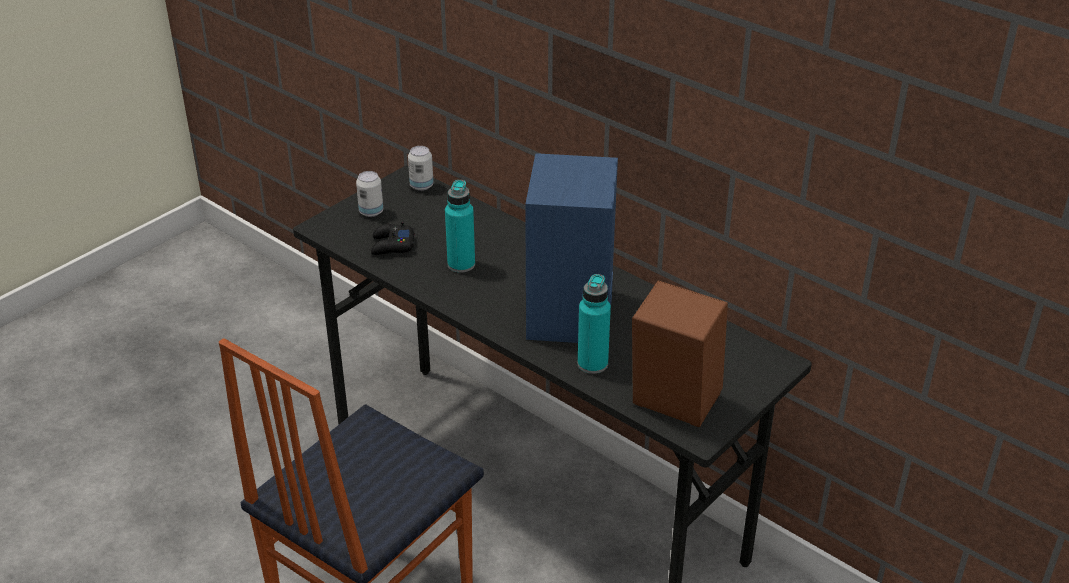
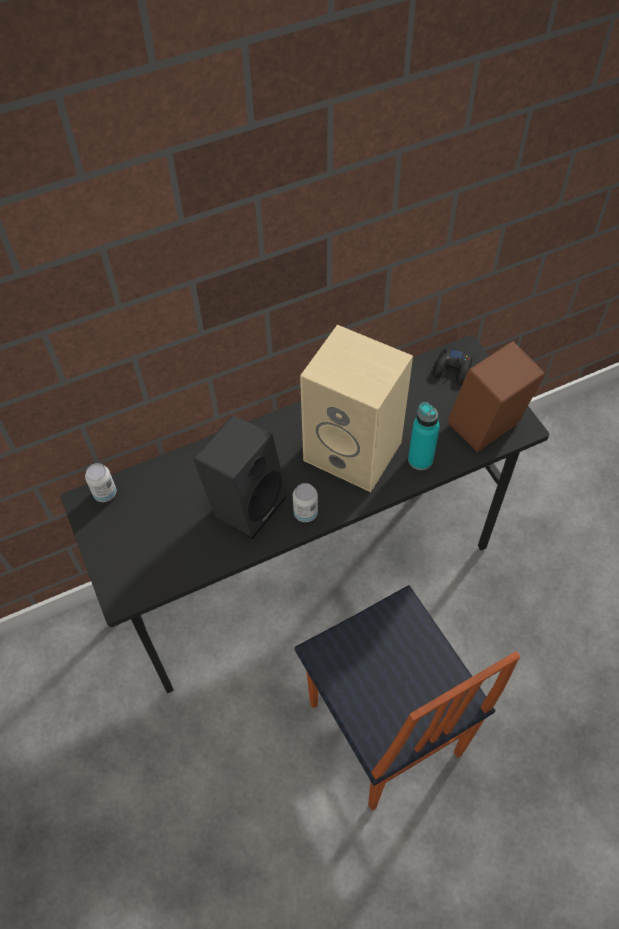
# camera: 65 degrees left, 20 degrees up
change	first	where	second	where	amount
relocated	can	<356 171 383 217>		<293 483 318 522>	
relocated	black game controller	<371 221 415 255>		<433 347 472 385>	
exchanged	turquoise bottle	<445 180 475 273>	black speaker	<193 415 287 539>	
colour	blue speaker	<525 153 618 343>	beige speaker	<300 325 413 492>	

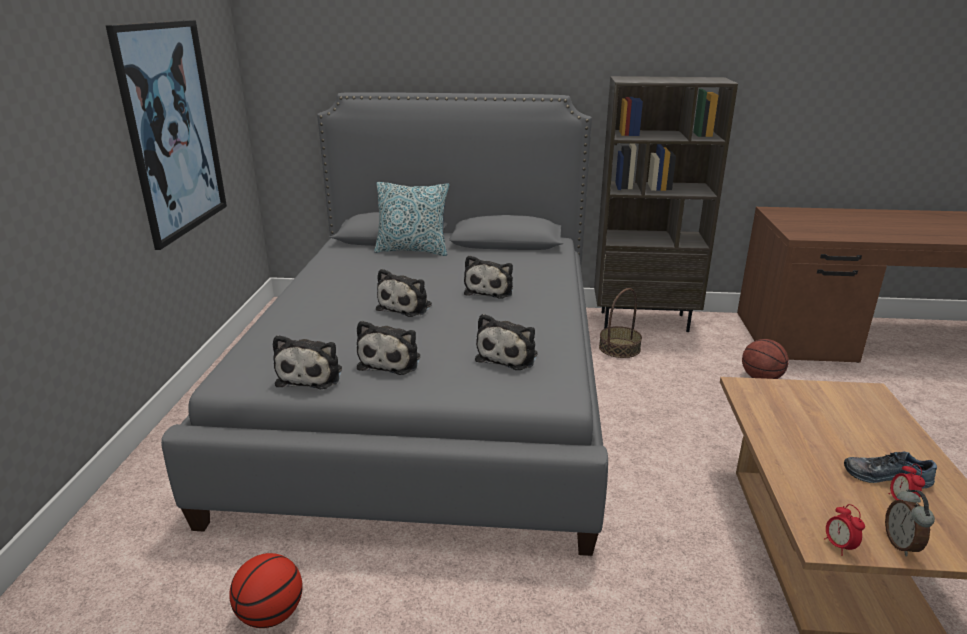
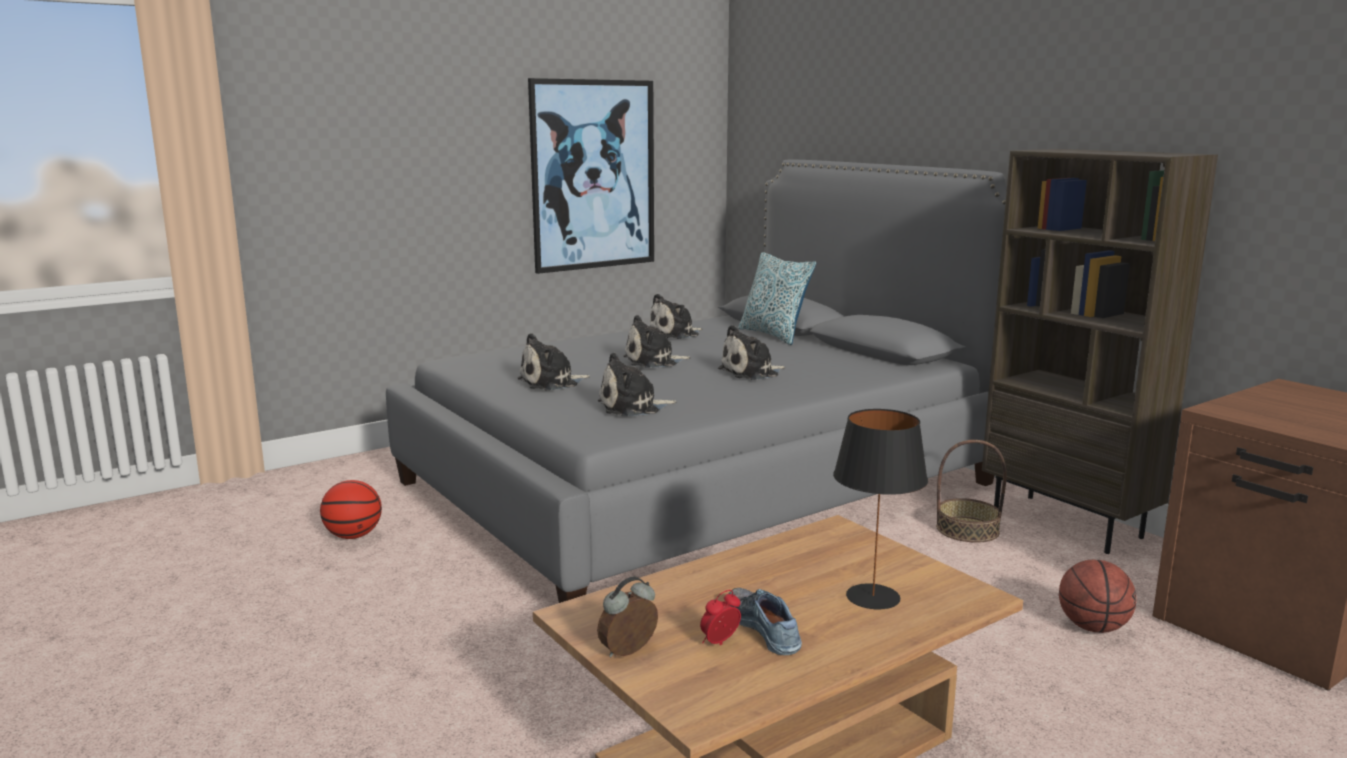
# camera: 50 degrees right, 10 degrees down
change	first	where	second	where	amount
missing	alarm clock	<824 504 865 556>			
appeared			black table lamp	<833 409 928 609>	
relocated	plush toy	<273 335 342 389>		<650 294 702 339>	

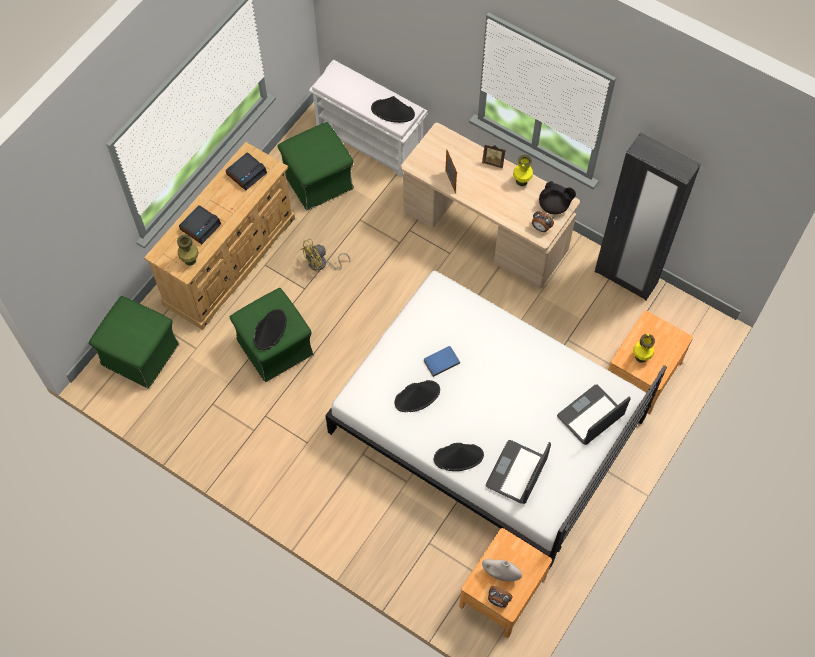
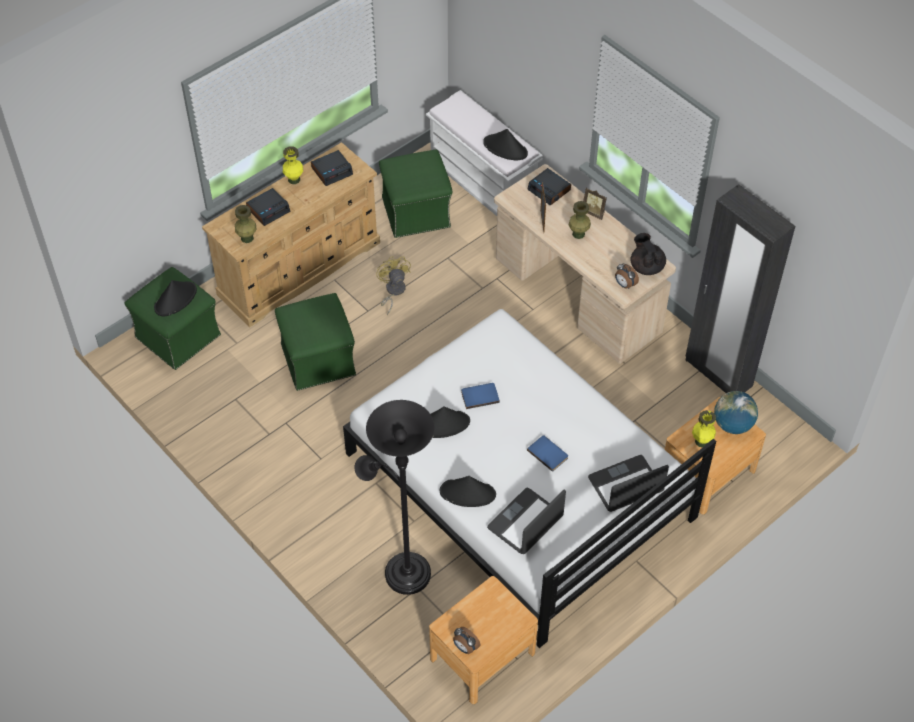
# camera: 15 degrees right, 10 degrees down
change	first	where	second	where	amount
missing	white vase	<482 559 522 581>			
appeared			black floor lamp	<355 400 435 595>	
appeared			alarm clock	<527 168 571 206>	
appeared			blue book	<527 435 568 472>	
appeared			green vase	<568 201 591 239>	
appeared			globe	<714 391 758 434>	
relocated	black hat	<253 309 287 350>		<154 280 197 316>	
relocated	yellow vase	<513 155 533 186>		<283 146 303 184>	
spun	yellow fan	<301 239 350 271>		<376 256 411 315>	90 degrees clockwise
spun	black teapot	<539 181 576 214>		<630 233 666 275>	150 degrees counterclockwise

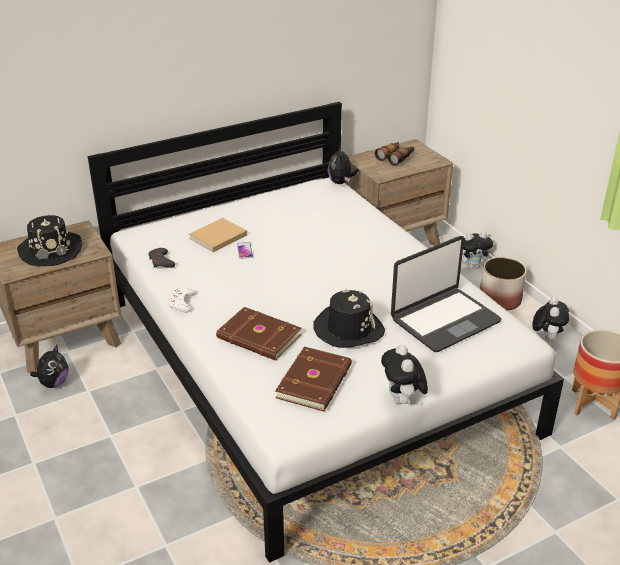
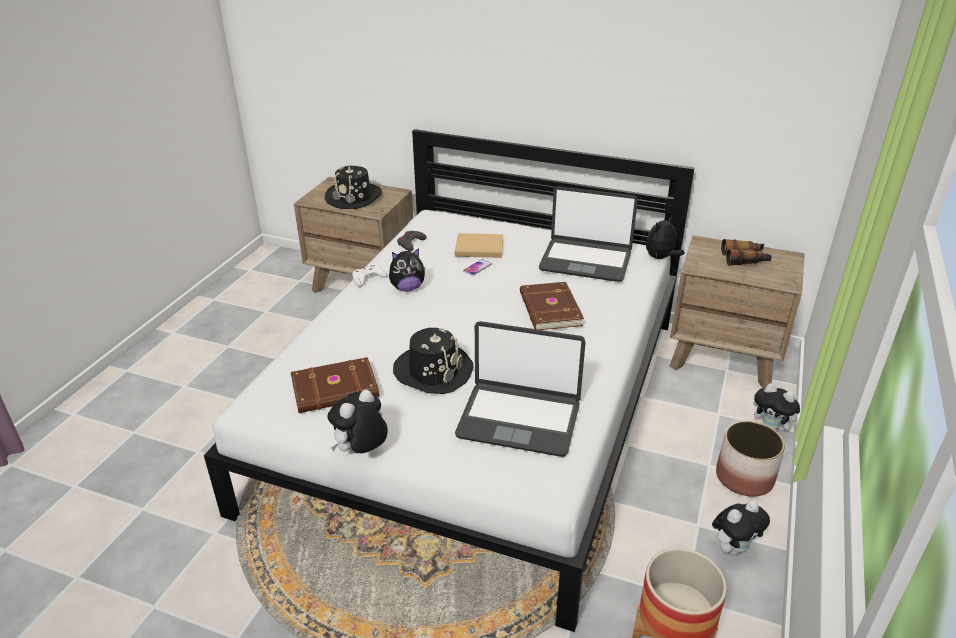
# camera: 50 degrees right, 0 degrees up
change	first	where	second	where	amount
appeared			laptop	<539 186 638 282>	
relocated	plush toy	<30 345 68 388>		<389 248 425 292>	
relocated	brown book	<216 307 301 361>		<520 282 584 330>	

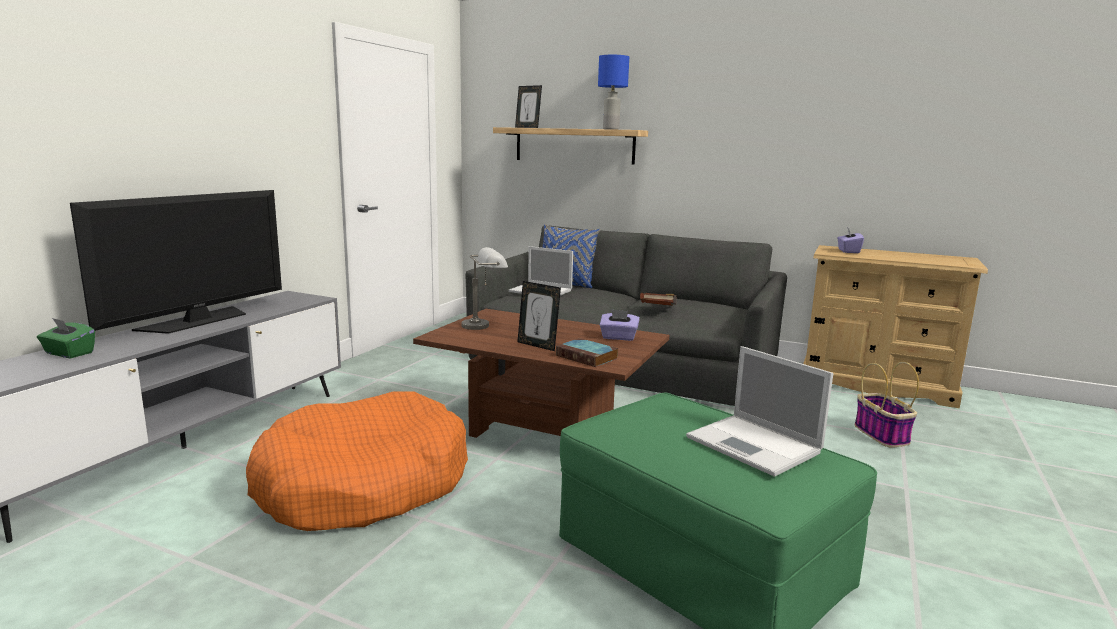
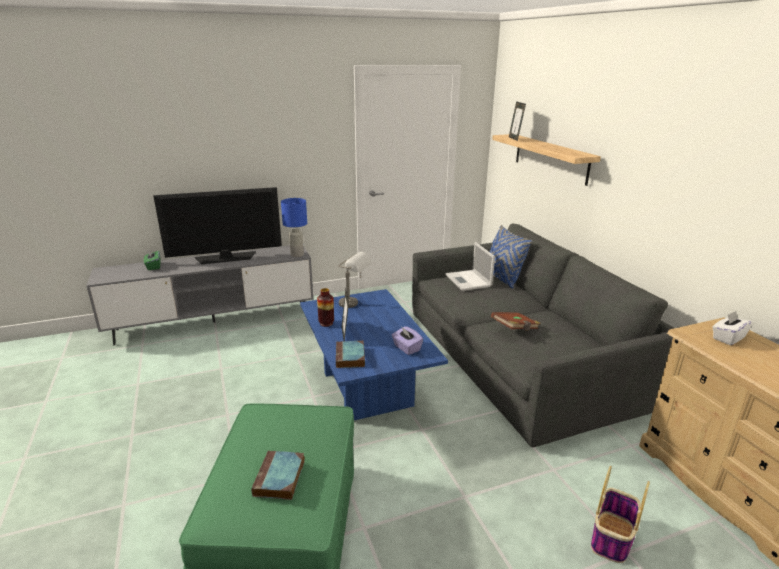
# camera: 45 degrees right, 10 degrees up
change	first	where	second	where	amount
missing	orange dog bed	<246 392 468 531>			
appeared			vase	<317 288 334 327>	
relocated	blue table lamp	<598 55 629 130>		<281 198 307 257>	
exchanged	laptop	<686 346 833 477>	book	<251 450 305 500>	
colour	brown coffee table	<413 309 669 438>	blue coffee table	<300 289 448 420>	
colour	purple tissue box	<837 227 864 253>	white tissue box	<712 311 753 345>	

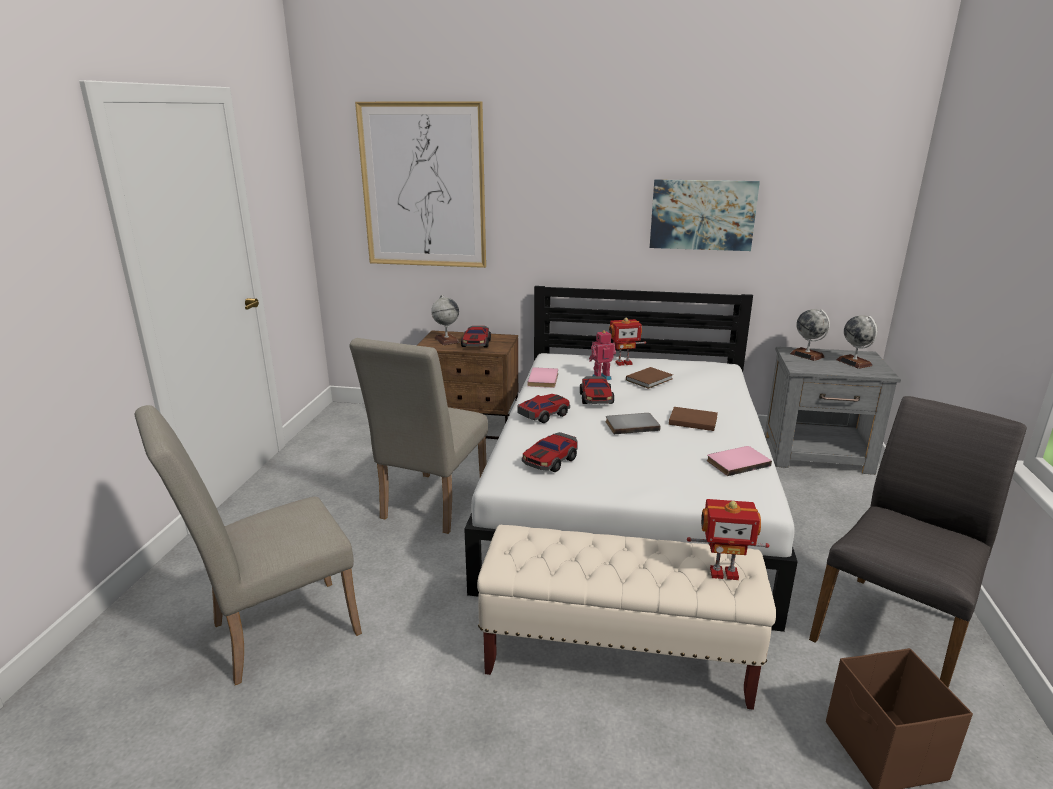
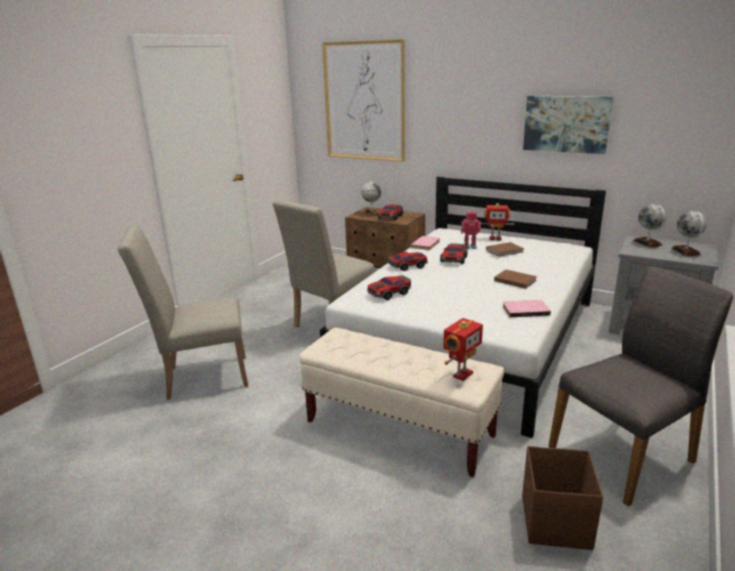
# camera: 20 degrees right, 0 degrees up
change	first	where	second	where	amount
missing	grey book	<606 413 661 434>			
spun	toy robot	<687 499 769 580>		<443 318 483 381>	75 degrees counterclockwise

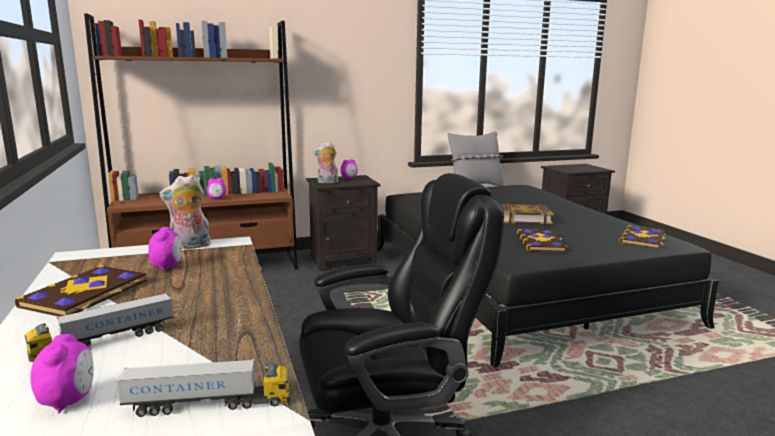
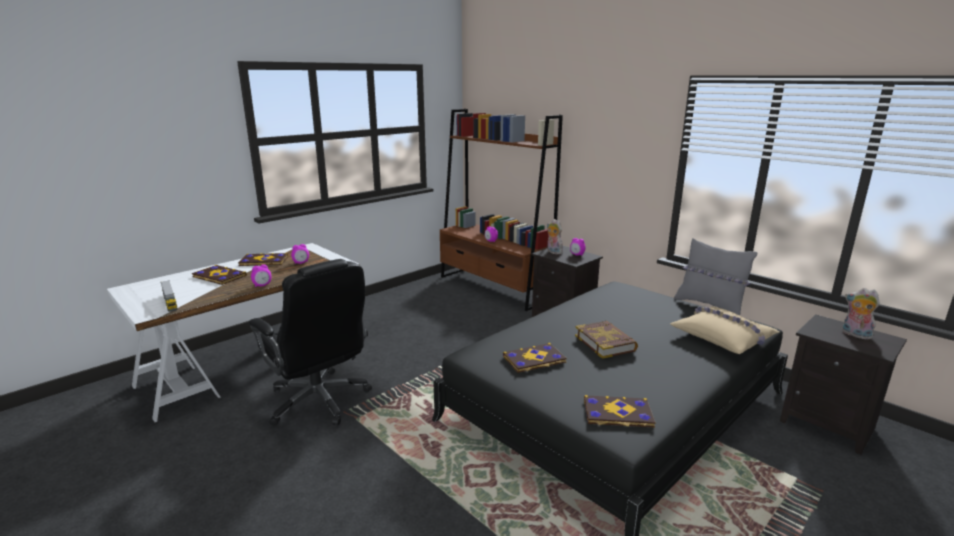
# camera: 65 degrees right, 5 degrees up
change	first	where	second	where	amount
appeared			beige pillow	<670 306 779 354>	
relocated	alarm clock	<31 334 94 413>		<251 264 272 287>	
relocated	plush toy	<159 175 211 249>		<842 288 880 340>	
exchanged	toy truck	<25 293 173 362>	book	<192 265 247 285>	

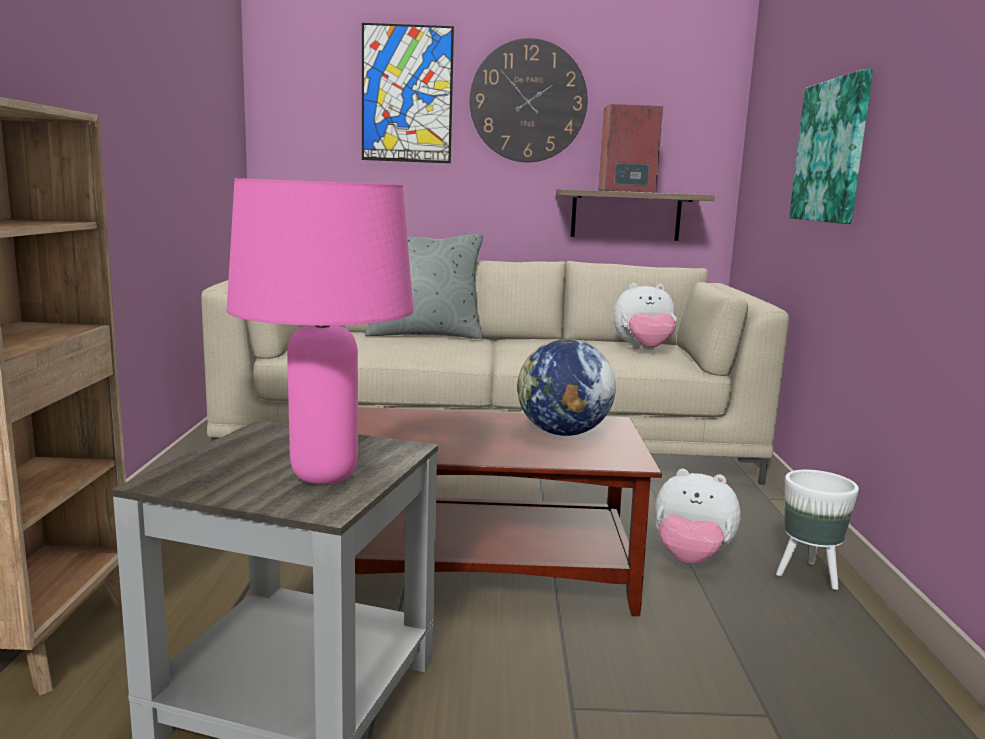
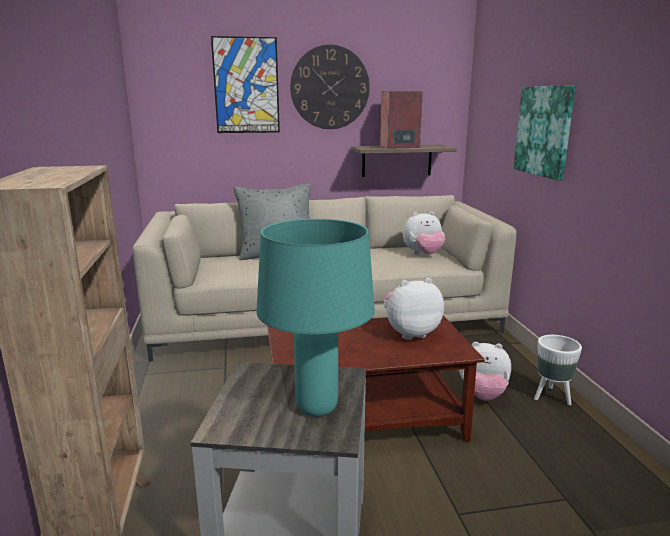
# camera: 10 degrees left, 5 degrees up
change	first	where	second	where	amount
exchanged	globe	<517 339 616 436>	plush toy	<383 278 444 340>	
colour	pink table lamp	<227 178 413 484>	turquoise table lamp	<256 219 375 417>	

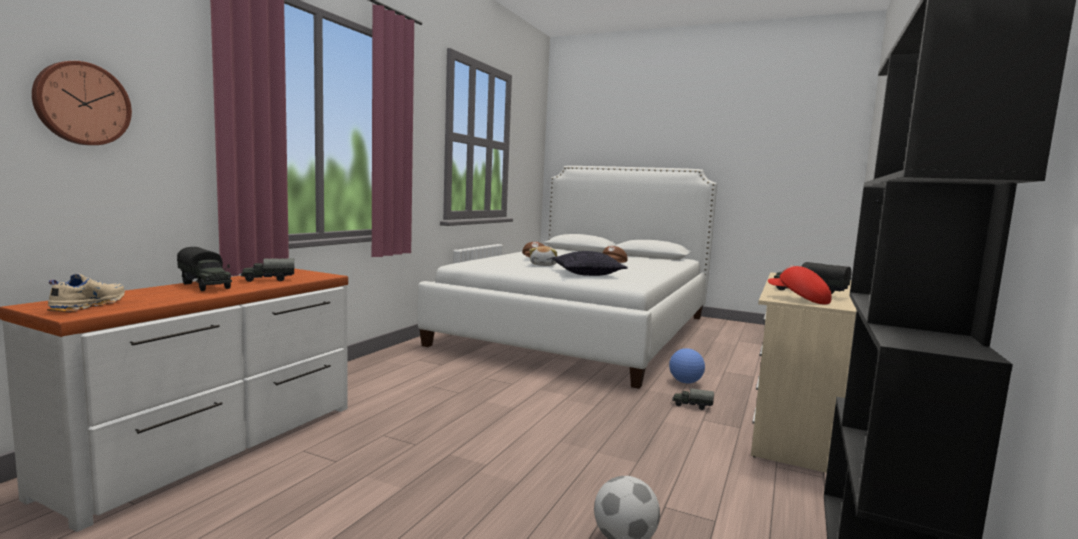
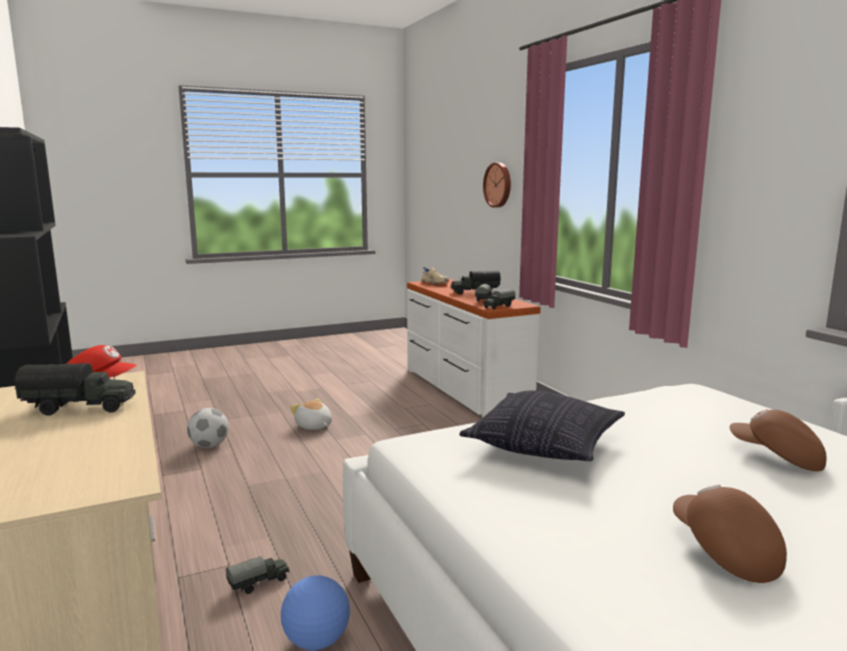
# camera: 130 degrees right, 5 degrees up
change	first	where	second	where	amount
appeared			toy truck	<483 289 516 310>	
relocated	plush toy	<529 246 558 266>		<290 399 332 430>	

